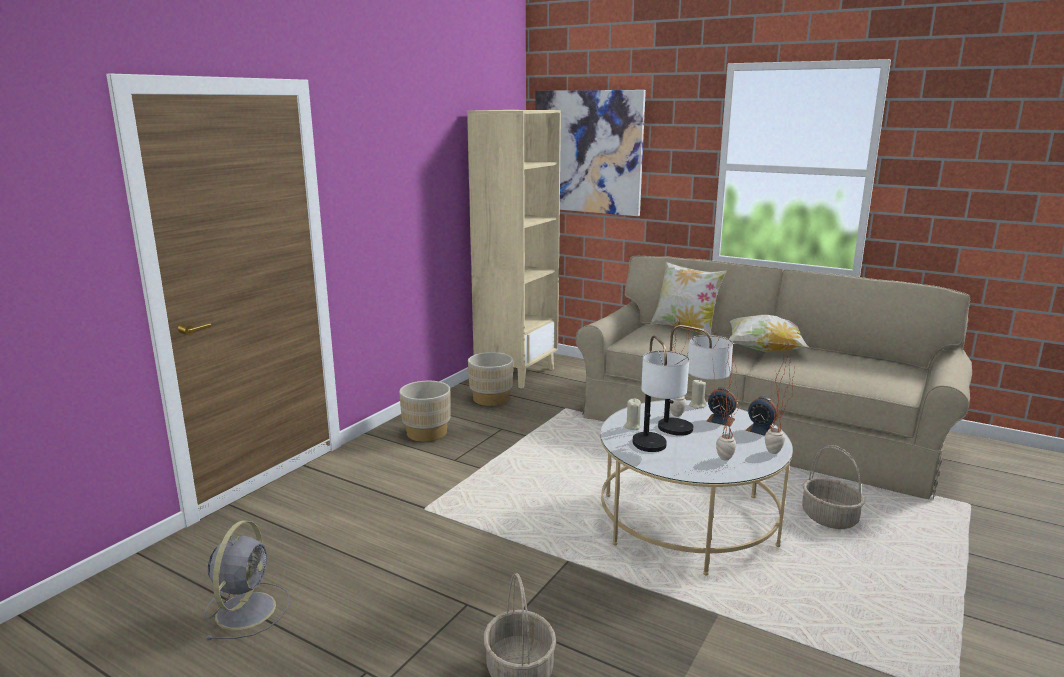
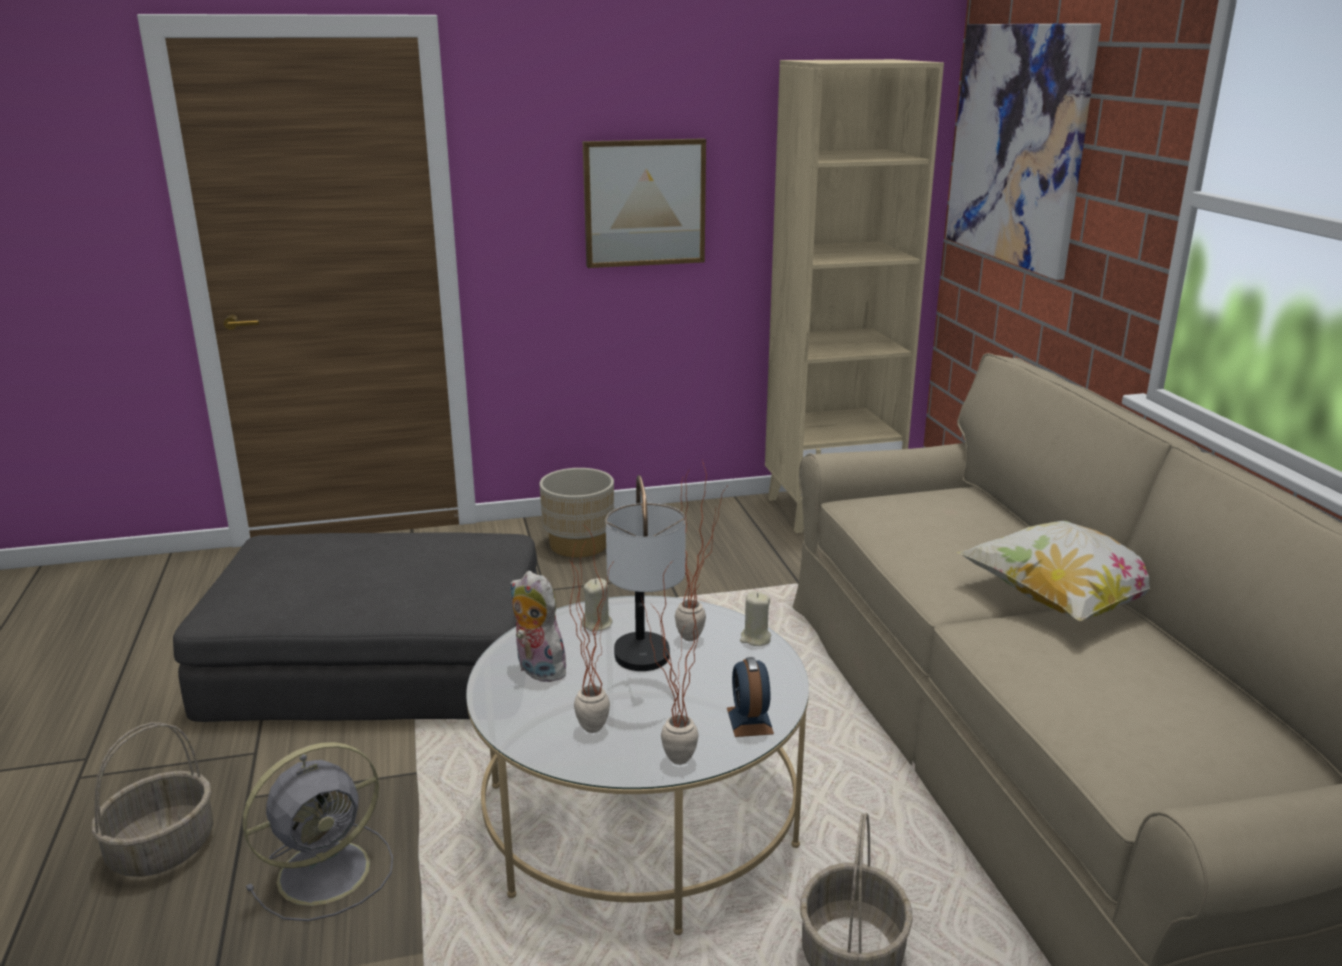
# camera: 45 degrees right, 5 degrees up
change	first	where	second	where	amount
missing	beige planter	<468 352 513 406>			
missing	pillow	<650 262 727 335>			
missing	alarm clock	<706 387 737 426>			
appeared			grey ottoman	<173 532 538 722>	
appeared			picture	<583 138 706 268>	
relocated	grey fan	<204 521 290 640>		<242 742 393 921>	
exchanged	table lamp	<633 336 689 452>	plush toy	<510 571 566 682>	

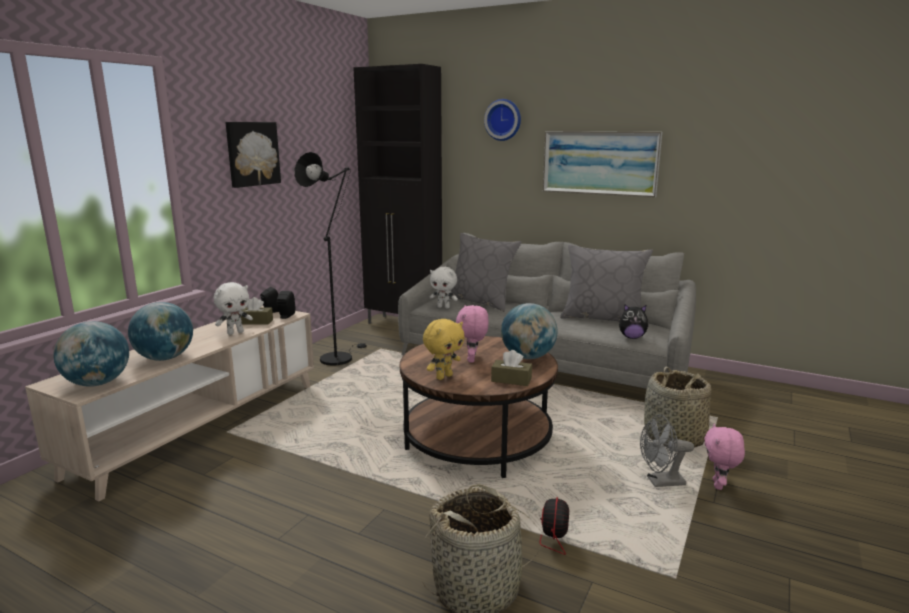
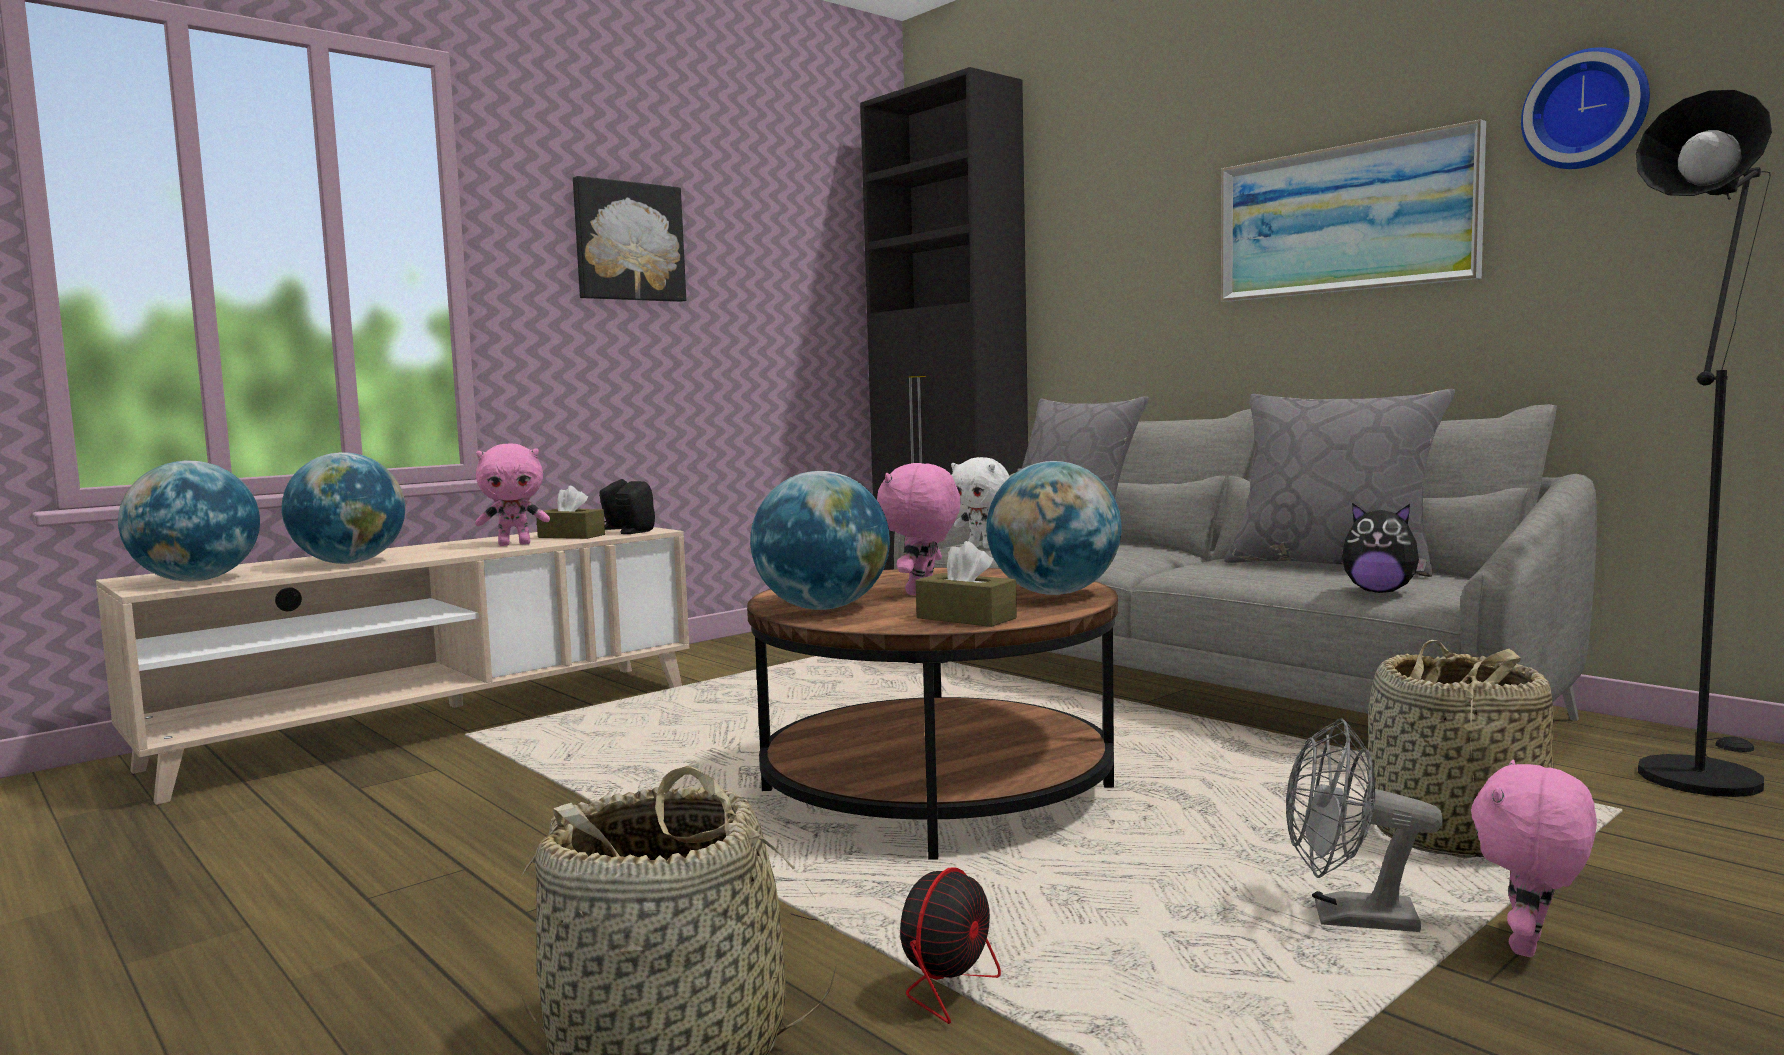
# camera: 20 degrees right, 10 degrees down
change	first	where	second	where	amount
relocated	black floor lamp	<295 152 367 366>		<1636 90 1772 797>	
relocated	wall clock	<484 99 521 141>		<1521 47 1650 169>	
exchanged	yellow plush toy	<423 319 465 380>	globe	<750 471 890 610>	
colour	white plush toy	<214 282 253 335>	pink plush toy	<475 444 550 546>	

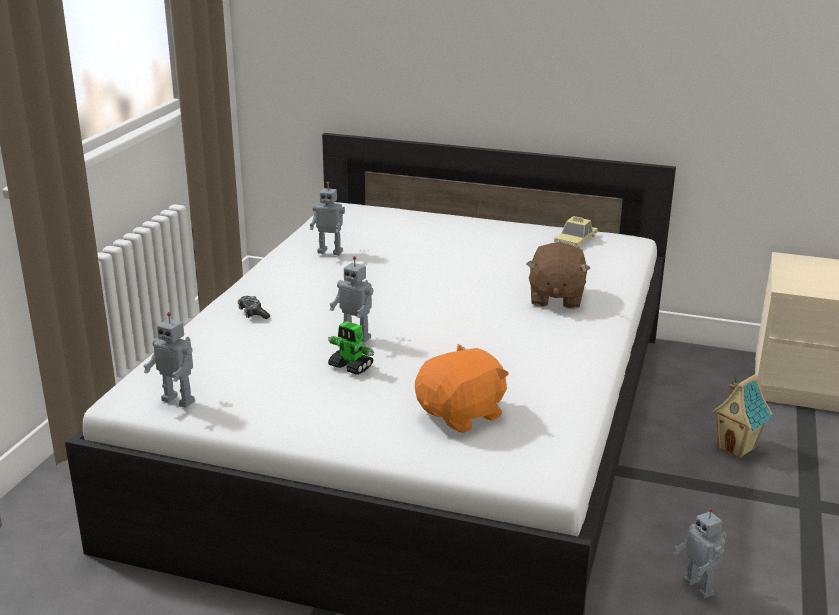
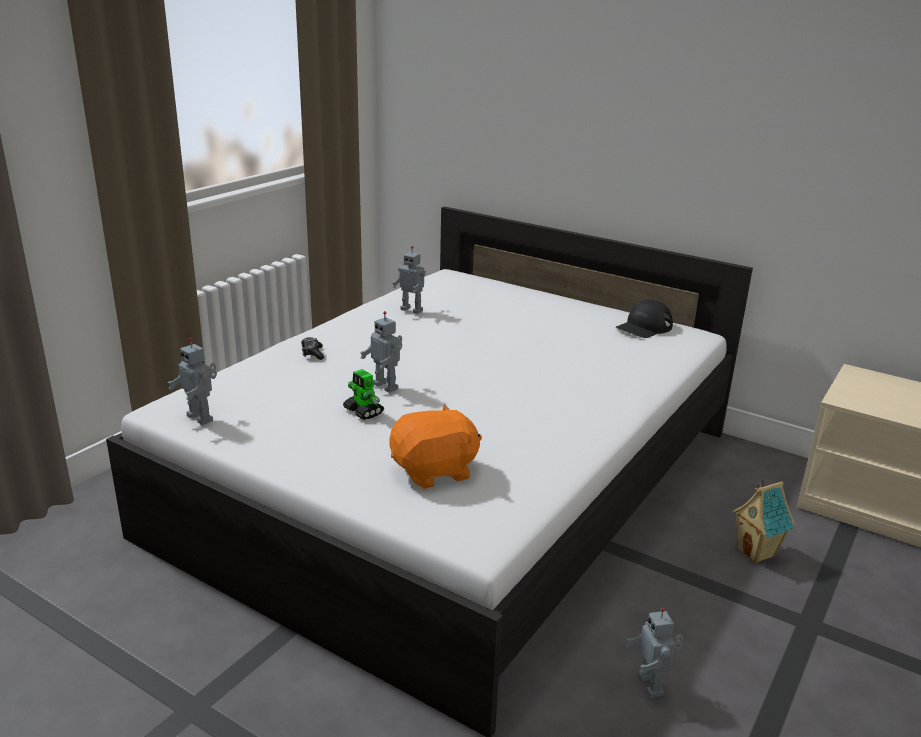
# camera: 15 degrees right, 0 degrees up
change	first	where	second	where	amount
missing	brown plush toy	<527 242 590 309>			
exchanged	toy car	<554 216 598 248>	black cap	<616 300 673 338>	

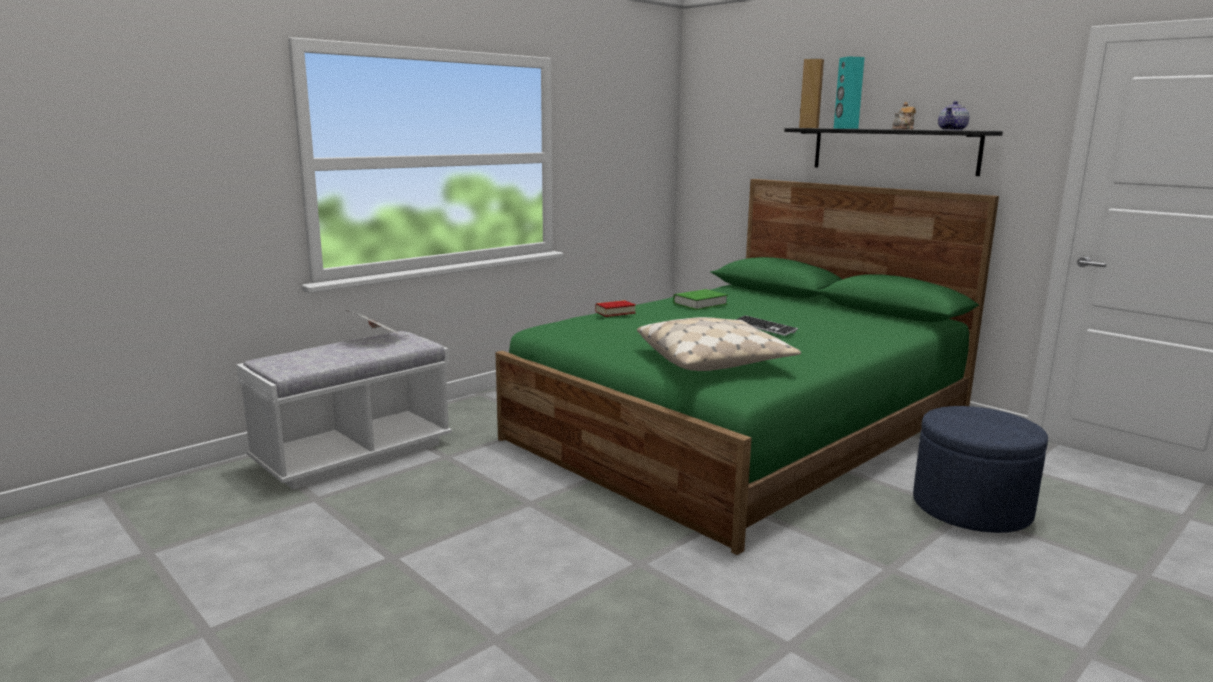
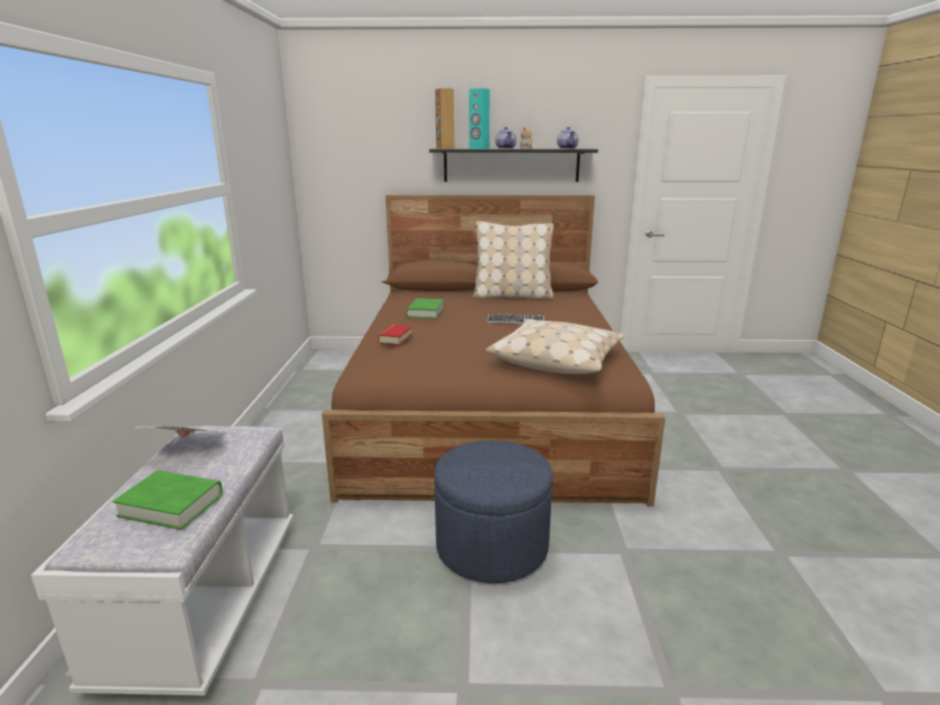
# camera: 45 degrees left, 5 degrees up
change	first	where	second	where	amount
appeared			green book	<113 470 223 530>	
appeared			beige pillow	<473 221 554 299>	
appeared			teapot	<495 127 516 149>	
relocated	blue ottoman	<913 406 1048 533>		<434 440 553 583>	
colour	green bed	<495 179 999 555>	brown bed	<322 195 666 507>	

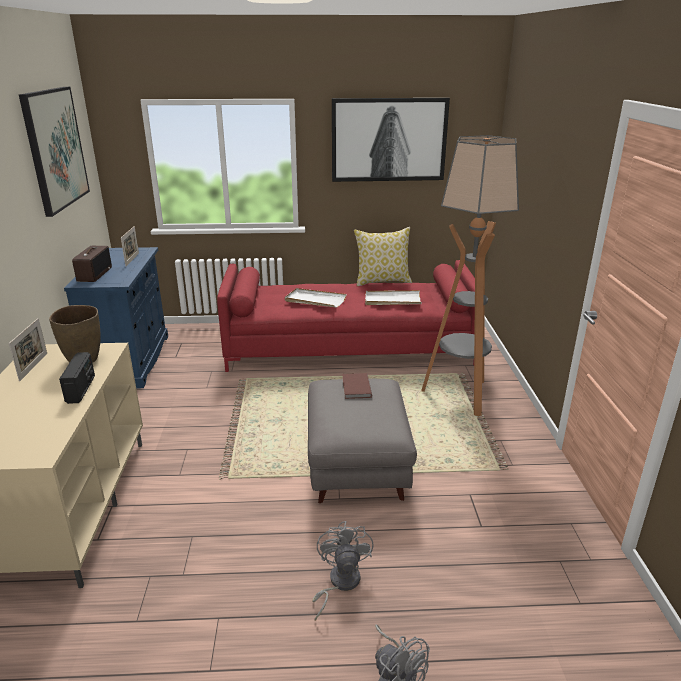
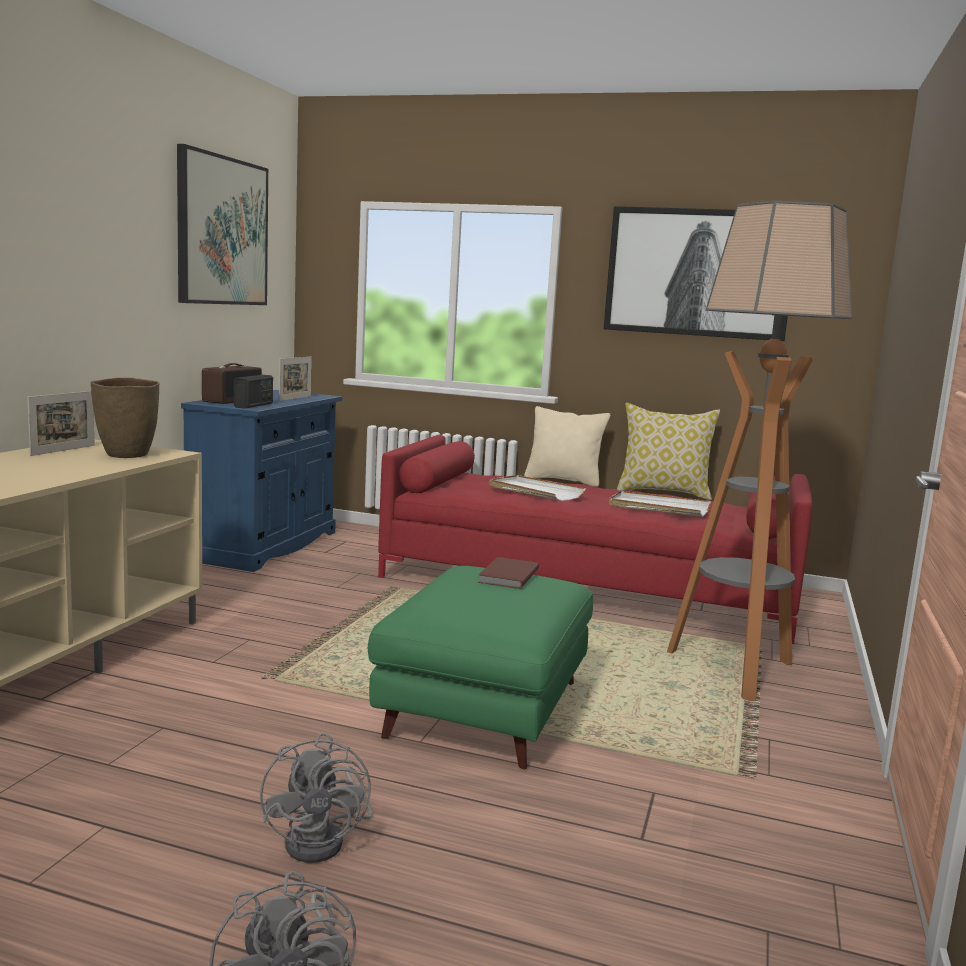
# camera: 20 degrees right, 15 degrees down
change	first	where	second	where	amount
appeared			beige pillow	<524 406 610 487>	
relocated	radio	<59 352 95 404>		<234 375 273 409>	
colour	grey ottoman	<308 379 417 503>	green ottoman	<367 566 593 769>	
spun	grey fan	<312 521 374 621>		<260 733 372 863>	150 degrees clockwise

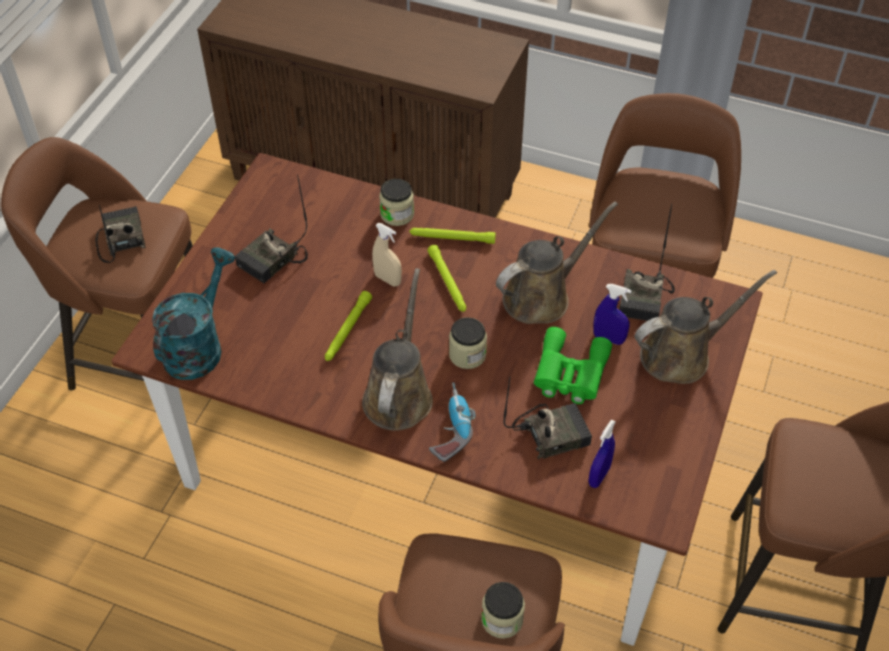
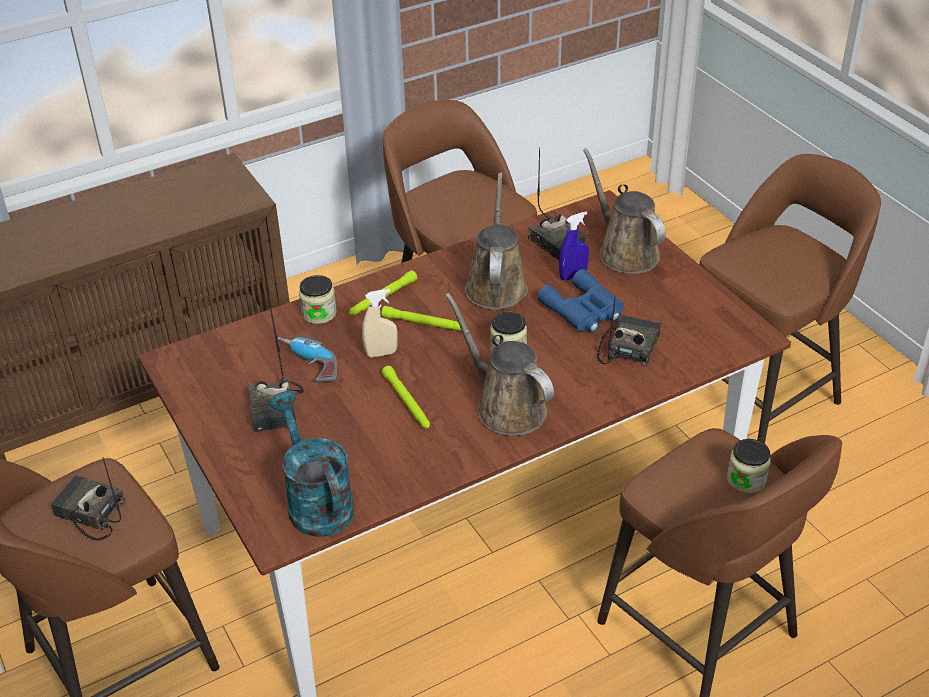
# camera: 50 degrees left, 10 degrees down
change	first	where	second	where	amount
missing	blue spray bottle	<588 420 616 488>			
relocated	power drill	<429 383 476 462>		<278 337 337 382>	
colour	green binoculars	<534 327 612 404>	blue binoculars	<537 269 624 333>	
spun	brown watering can	<635 270 777 384>		<583 148 666 274>	45 degrees counterclockwise

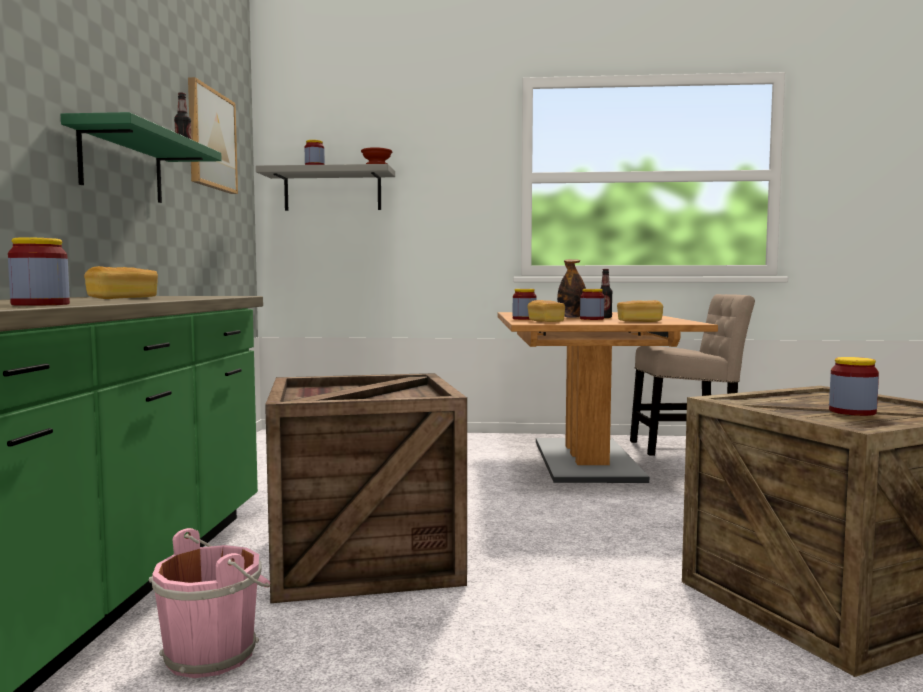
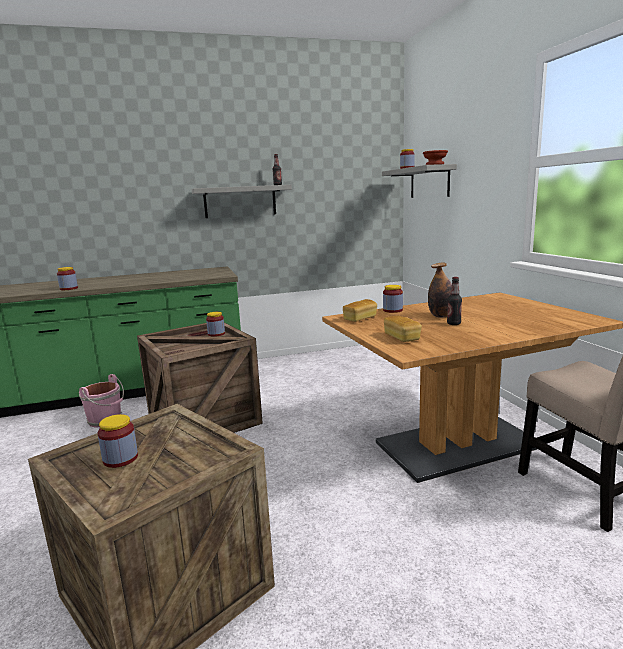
# camera: 70 degrees right, 10 degrees up
change	first	where	second	where	amount
missing	bread	<84 266 158 299>			
missing	picture	<188 77 238 194>			
relocated	jar	<580 289 605 320>		<206 312 225 336>	
colour	green shelf	<61 112 222 203>	grey shelf	<192 185 292 218>	

